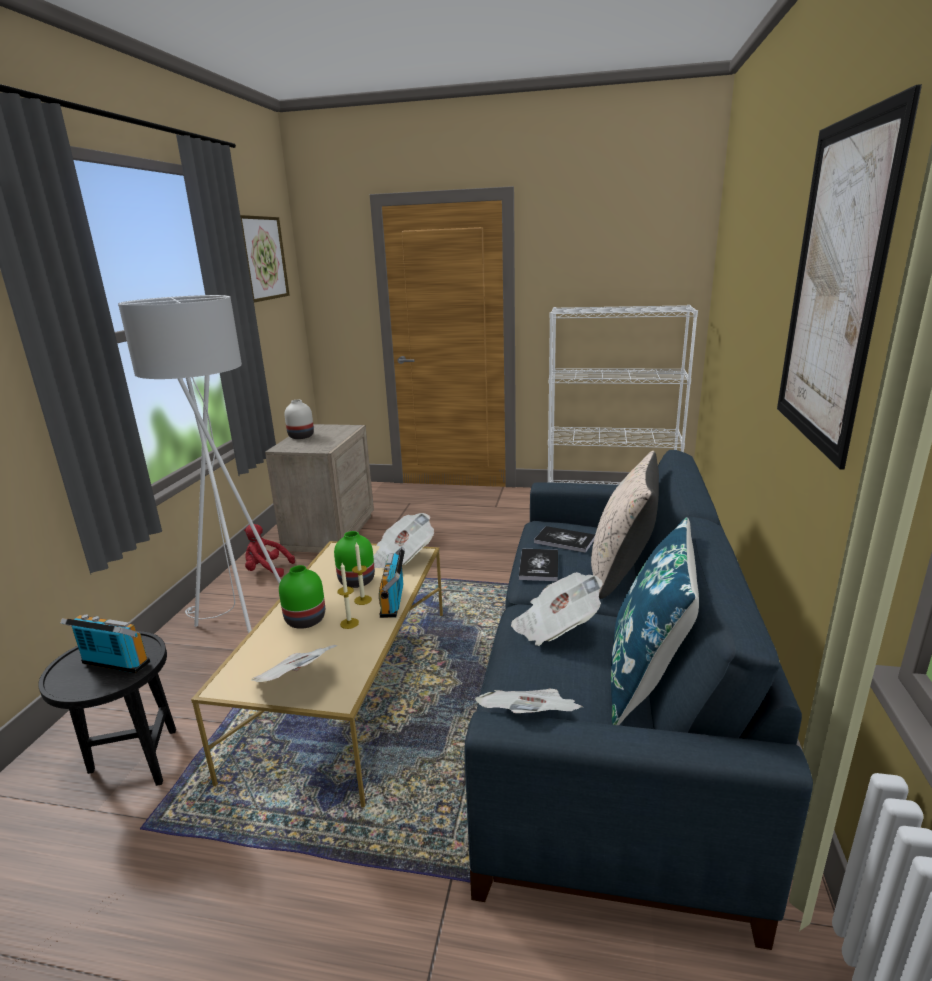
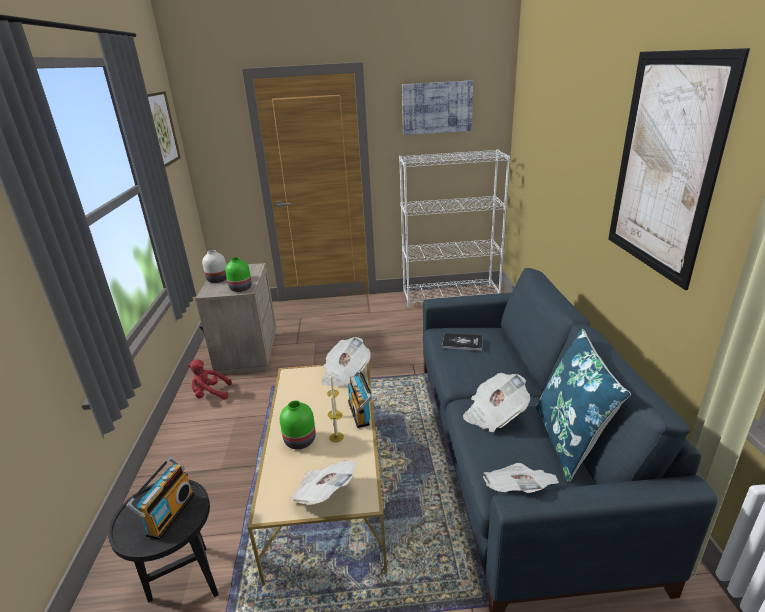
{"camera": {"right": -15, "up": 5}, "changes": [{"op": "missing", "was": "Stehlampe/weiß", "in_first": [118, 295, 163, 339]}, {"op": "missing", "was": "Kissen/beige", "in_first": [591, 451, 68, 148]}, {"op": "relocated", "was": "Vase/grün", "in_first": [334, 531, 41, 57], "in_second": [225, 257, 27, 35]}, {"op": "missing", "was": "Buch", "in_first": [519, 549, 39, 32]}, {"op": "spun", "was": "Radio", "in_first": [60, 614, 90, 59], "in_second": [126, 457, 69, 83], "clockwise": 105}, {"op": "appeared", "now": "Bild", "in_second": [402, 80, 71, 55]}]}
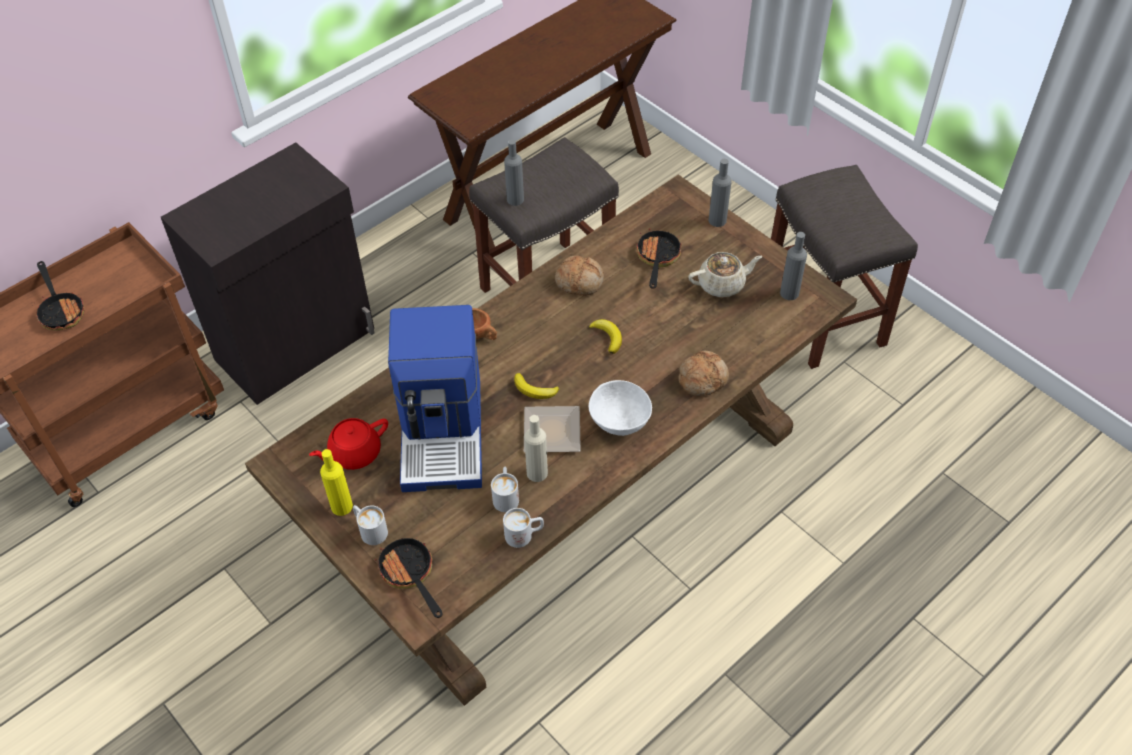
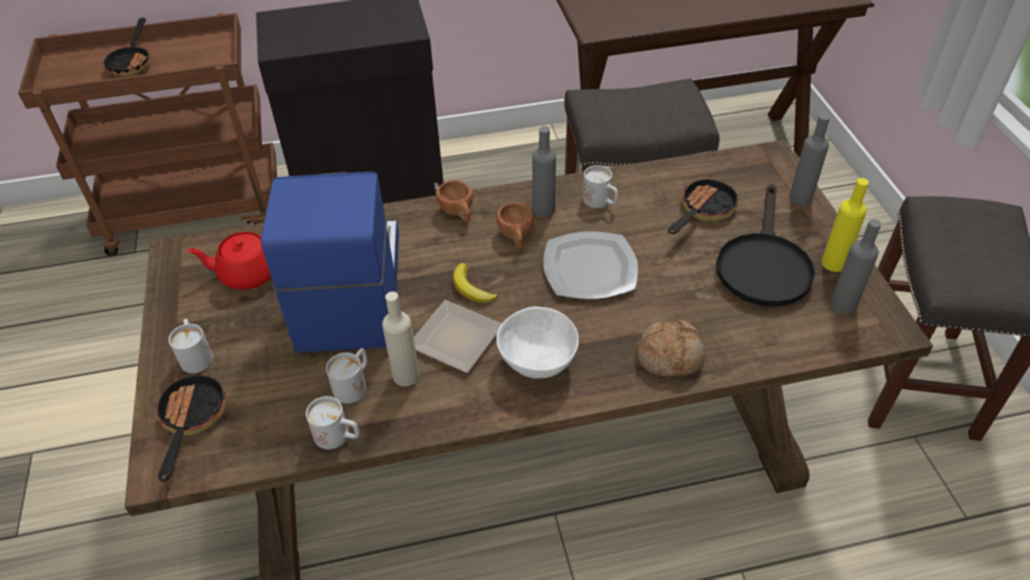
{"camera": {"right": 30, "up": -5}, "changes": [{"op": "relocated", "was": "Flasche/grau", "in_first": [504, 139, 20, 67], "in_second": [532, 126, 24, 91]}, {"op": "exchanged", "was": "Teekanne/beige", "now": "Pfanne/schwarz", "in_first": [688, 252, 75, 45], "in_second": [716, 184, 99, 122]}, {"op": "exchanged", "was": "Brot", "now": "Henkelbecher/weiß", "in_first": [555, 256, 49, 40], "in_second": [583, 165, 35, 43]}, {"op": "spun", "was": "Kaffeemaschine", "in_first": [388, 305, 94, 187], "in_second": [261, 172, 138, 181], "clockwise": 150}, {"op": "exchanged", "was": "Banane", "now": "Teller", "in_first": [589, 319, 33, 35], "in_second": [543, 231, 95, 68]}, {"op": "relocated", "was": "Flasche/gelb", "in_first": [320, 449, 33, 67], "in_second": [822, 178, 47, 94]}, {"op": "appeared", "now": "Tasse/braun", "in_second": [496, 202, 38, 47]}]}
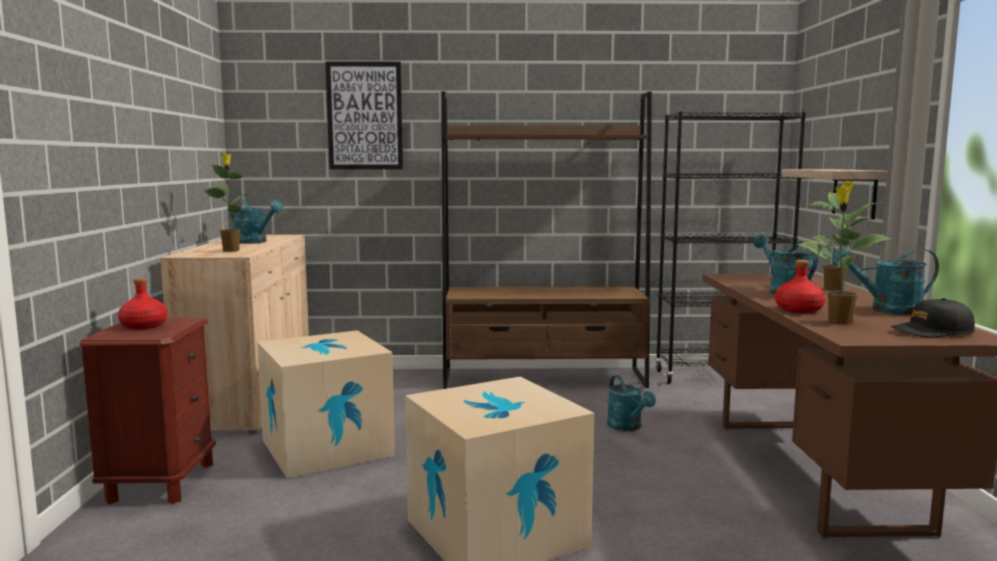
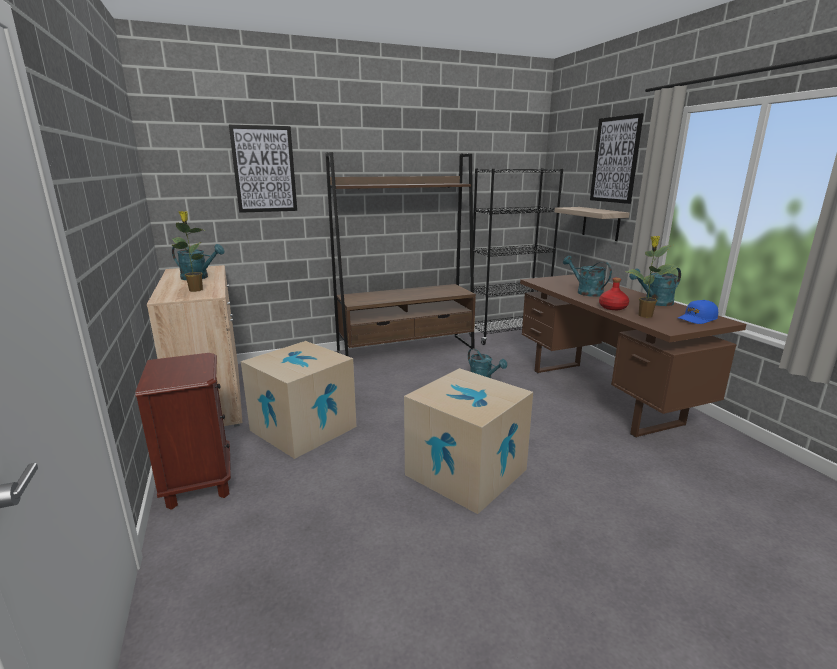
{"camera": {"right": -20, "up": 10}, "changes": [{"op": "missing", "was": "Topfpflanze", "in_first": [810, 181, 62, 110]}, {"op": "missing", "was": "Flasche/rot", "in_first": [118, 278, 49, 51]}, {"op": "colour", "was": "Kappe/schwarz", "now": "Kappe/blau", "in_first": [891, 298, 84, 40], "in_second": [678, 300, 40, 24]}, {"op": "appeared", "now": "Bild", "in_second": [590, 113, 54, 91]}]}
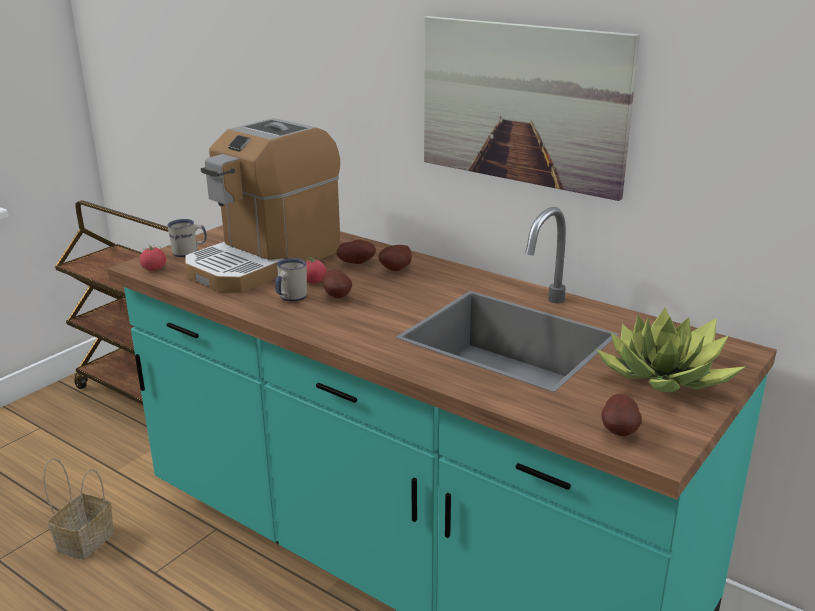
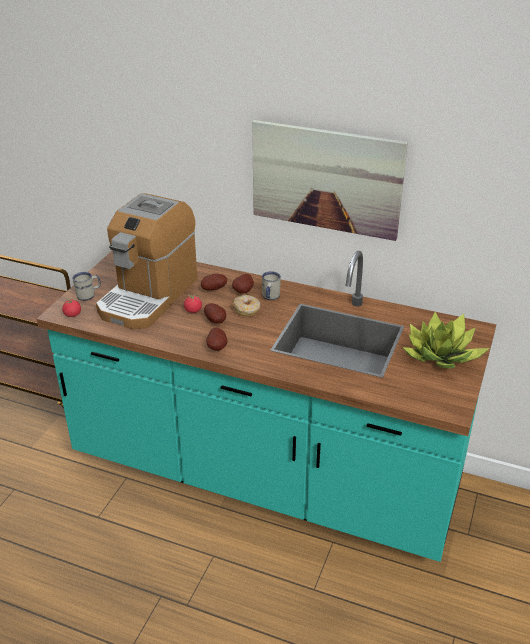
{"camera": {"right": -15, "up": 10}, "changes": [{"op": "relocated", "was": "Henkelbecher/weiß", "in_first": [275, 258, 32, 44], "in_second": [262, 271, 19, 29]}, {"op": "relocated", "was": "Kartoffel", "in_first": [601, 394, 41, 42], "in_second": [206, 327, 22, 24]}, {"op": "missing", "was": "Korb", "in_first": [43, 458, 71, 102]}, {"op": "appeared", "now": "Donut", "in_second": [233, 295, 27, 21]}]}
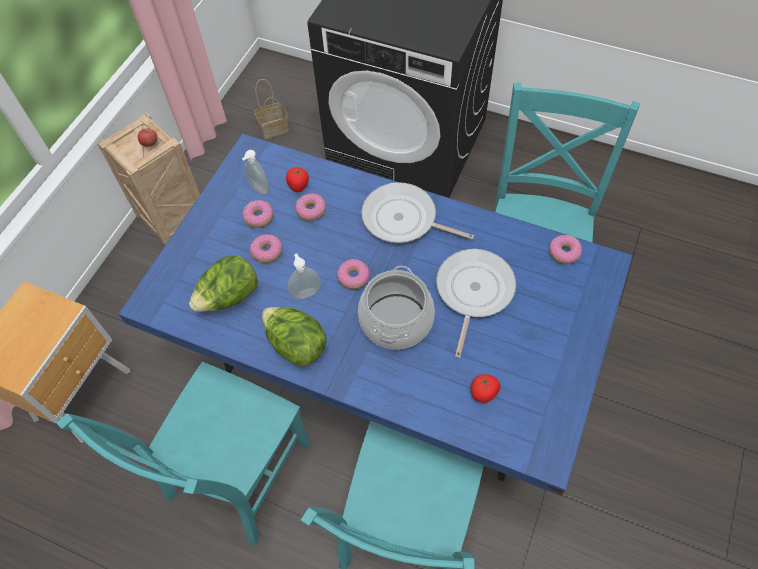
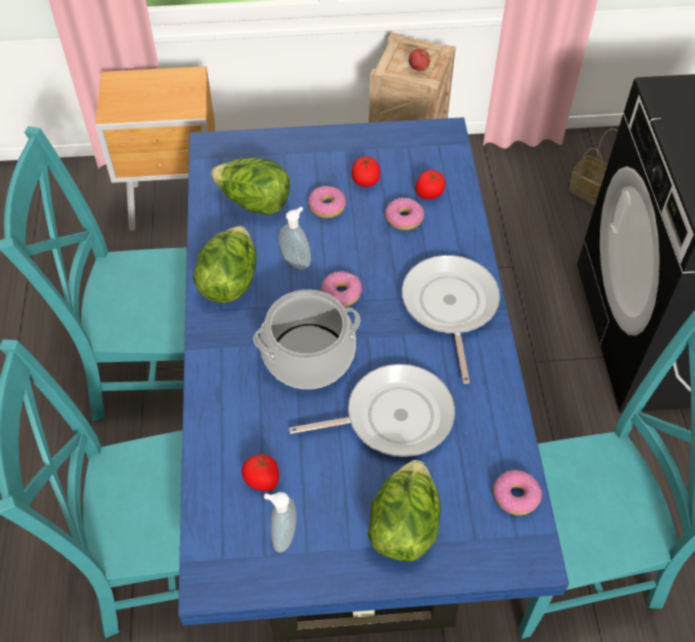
{"camera": {"right": 60, "up": -5}, "changes": [{"op": "relocated", "was": "Seifenspender", "in_first": [242, 150, 27, 45], "in_second": [264, 492, 32, 61]}, {"op": "exchanged", "was": "Donut", "now": "Tomate", "in_first": [242, 200, 31, 28], "in_second": [352, 157, 28, 30]}, {"op": "appeared", "now": "Salatkopf", "in_second": [367, 460, 74, 101]}]}
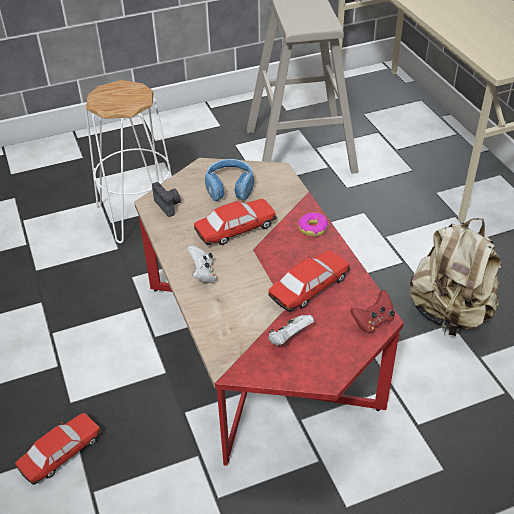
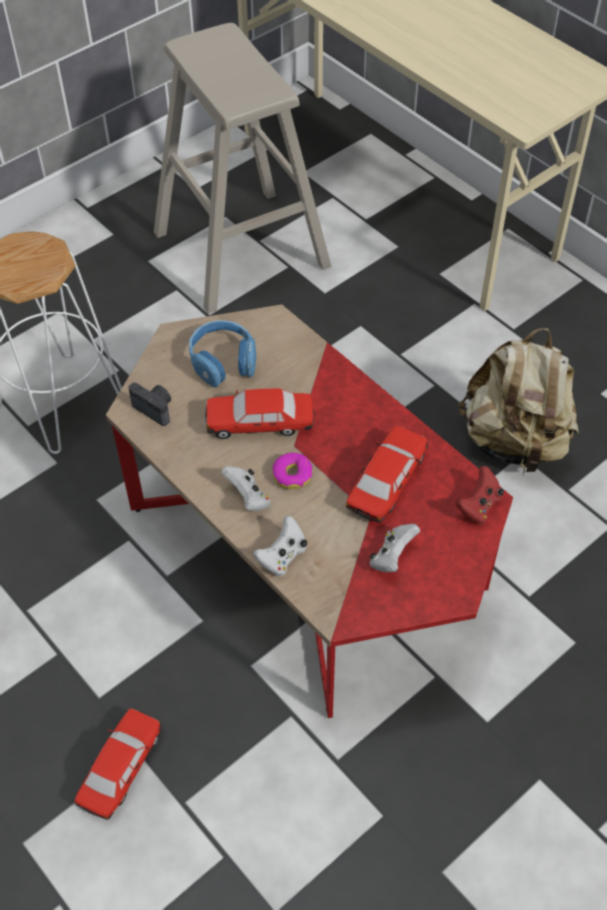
{"camera": {"right": -20, "up": 10}, "changes": [{"op": "spun", "was": "Spielzeugauto", "in_first": [194, 199, 82, 46], "in_second": [205, 388, 109, 51], "clockwise": -135}, {"op": "relocated", "was": "Donut", "in_first": [299, 213, 29, 23], "in_second": [272, 453, 40, 36]}, {"op": "appeared", "now": "Gamepad/weiß", "in_second": [253, 516, 54, 60]}]}
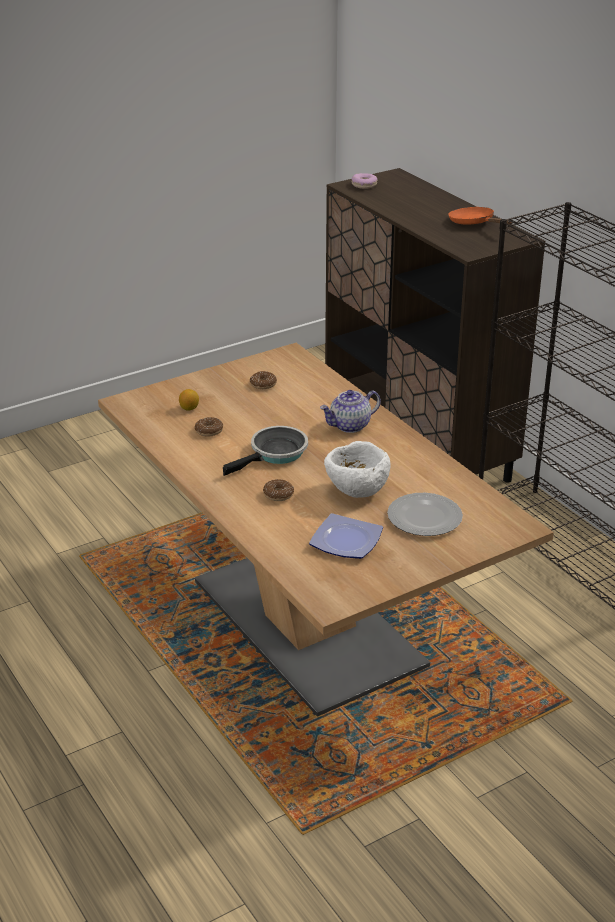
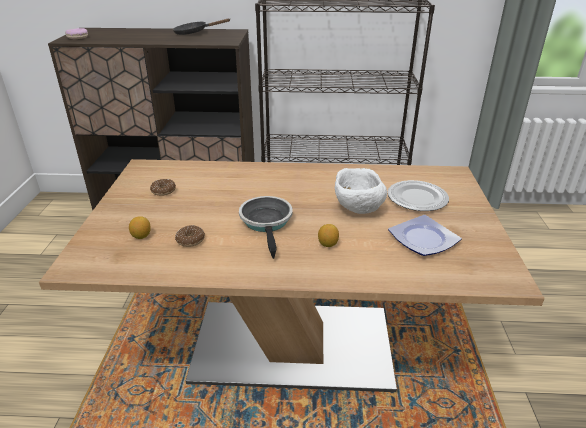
{"camera": {"right": -55, "up": 0}, "changes": [{"op": "colour", "was": "Pfanne/orange", "now": "Pfanne/schwarz", "in_first": [448, 207, 65, 17], "in_second": [173, 18, 57, 17]}, {"op": "missing", "was": "Teekanne", "in_first": [320, 390, 61, 43]}, {"op": "exchanged", "was": "Donut", "now": "Zitrone", "in_first": [263, 479, 31, 22], "in_second": [318, 224, 21, 23]}]}
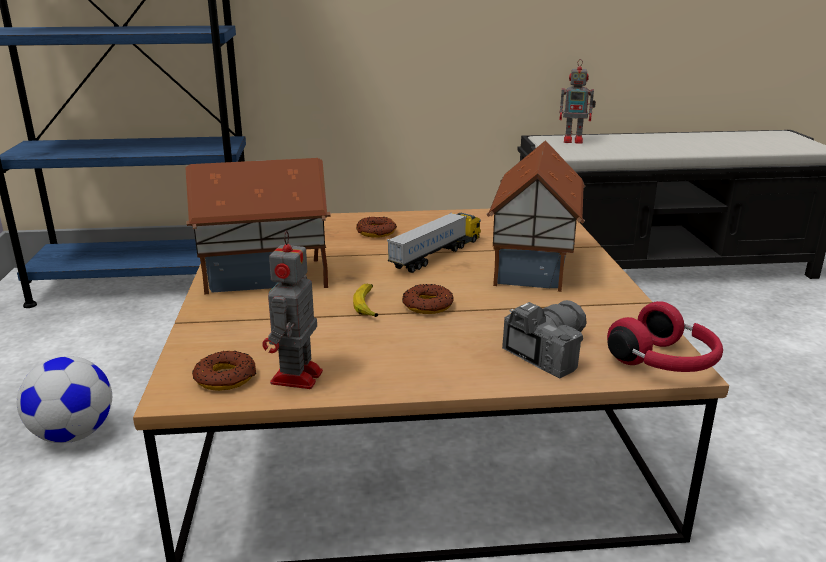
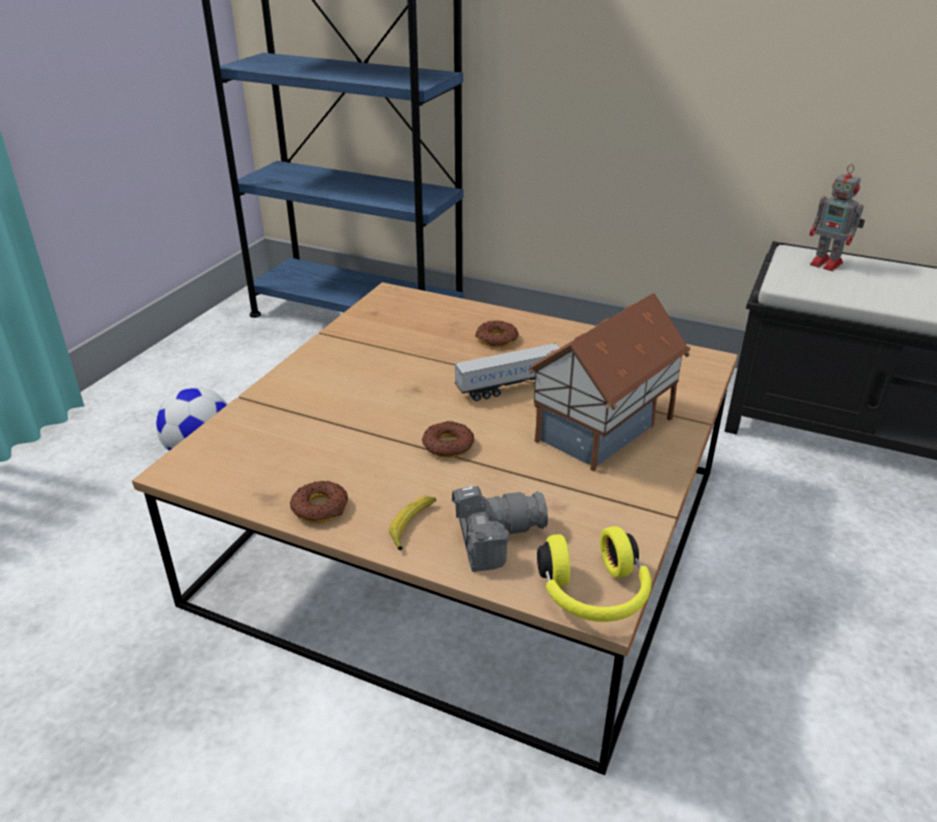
{"camera": {"right": 30, "up": 10}, "changes": [{"op": "missing", "was": "Spielzeughaus", "in_first": [185, 158, 146, 137]}, {"op": "missing", "was": "Spielzeugroboter", "in_first": [262, 231, 61, 158]}, {"op": "relocated", "was": "Banane", "in_first": [353, 284, 25, 33], "in_second": [389, 496, 47, 54]}, {"op": "colour", "was": "Kopfhörer/rot", "now": "Kopfhörer/gelb", "in_first": [607, 301, 116, 71], "in_second": [537, 526, 114, 96]}, {"op": "relocated", "was": "Donut", "in_first": [192, 351, 64, 40], "in_second": [290, 481, 58, 42]}]}
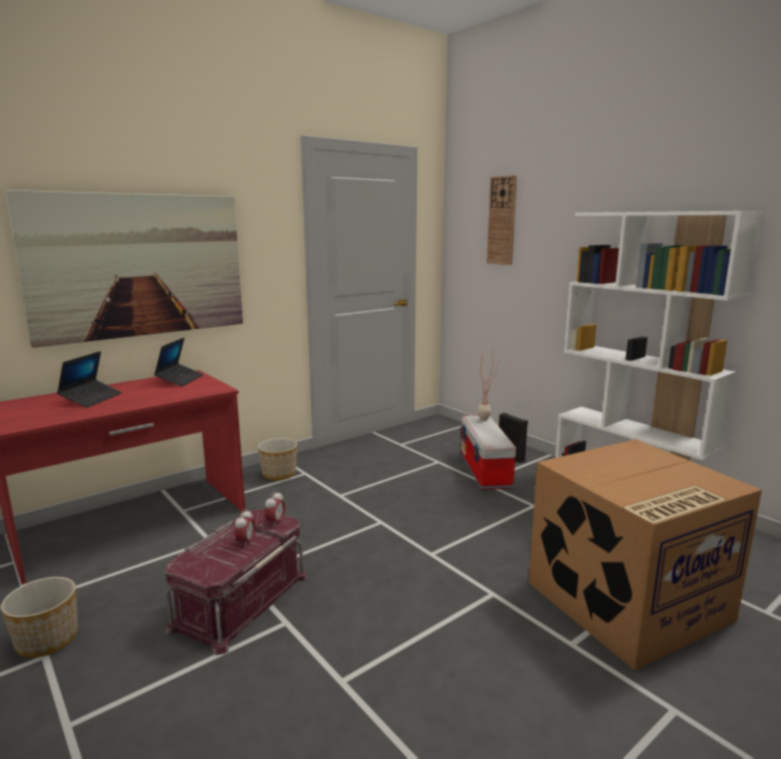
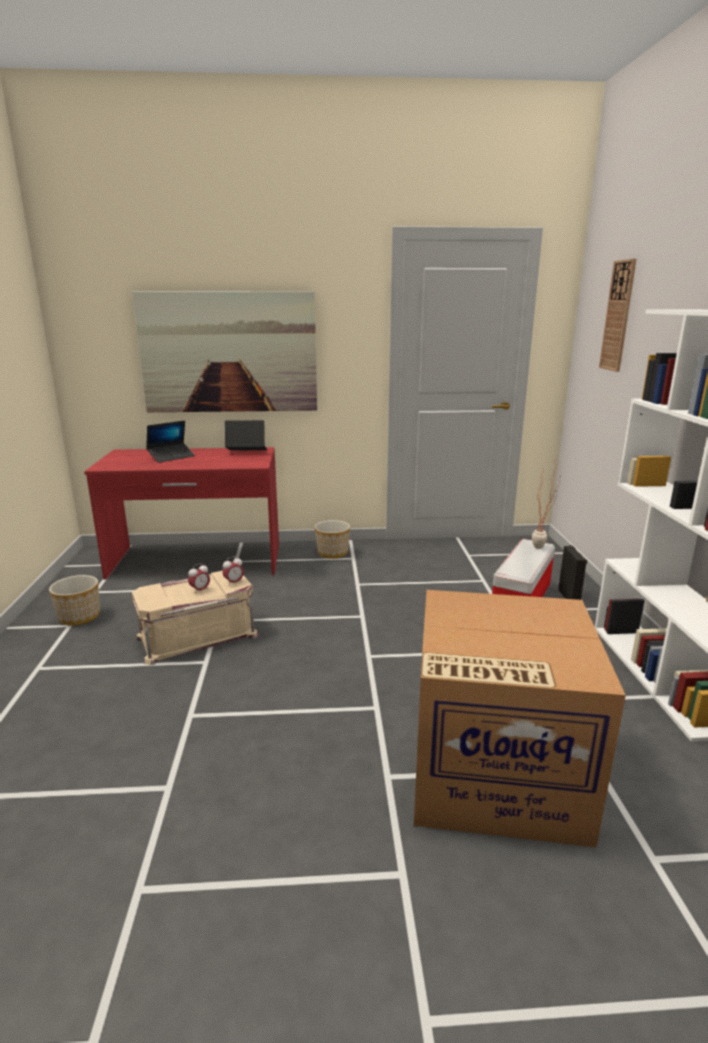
{"camera": {"right": 35, "up": 5}, "changes": [{"op": "spun", "was": "Laptop", "in_first": [154, 338, 49, 49], "in_second": [225, 420, 42, 31], "clockwise": -135}, {"op": "colour", "was": "Aufbewahrungsbox/rot", "now": "Aufbewahrungsbox/beige", "in_first": [165, 509, 143, 146], "in_second": [132, 571, 127, 94]}]}
